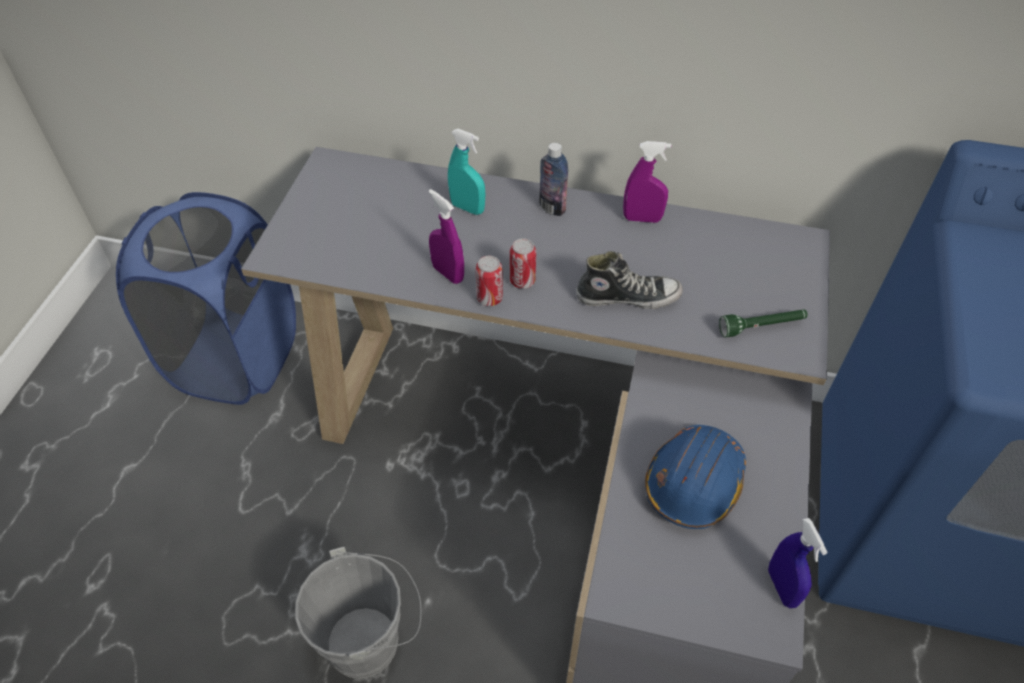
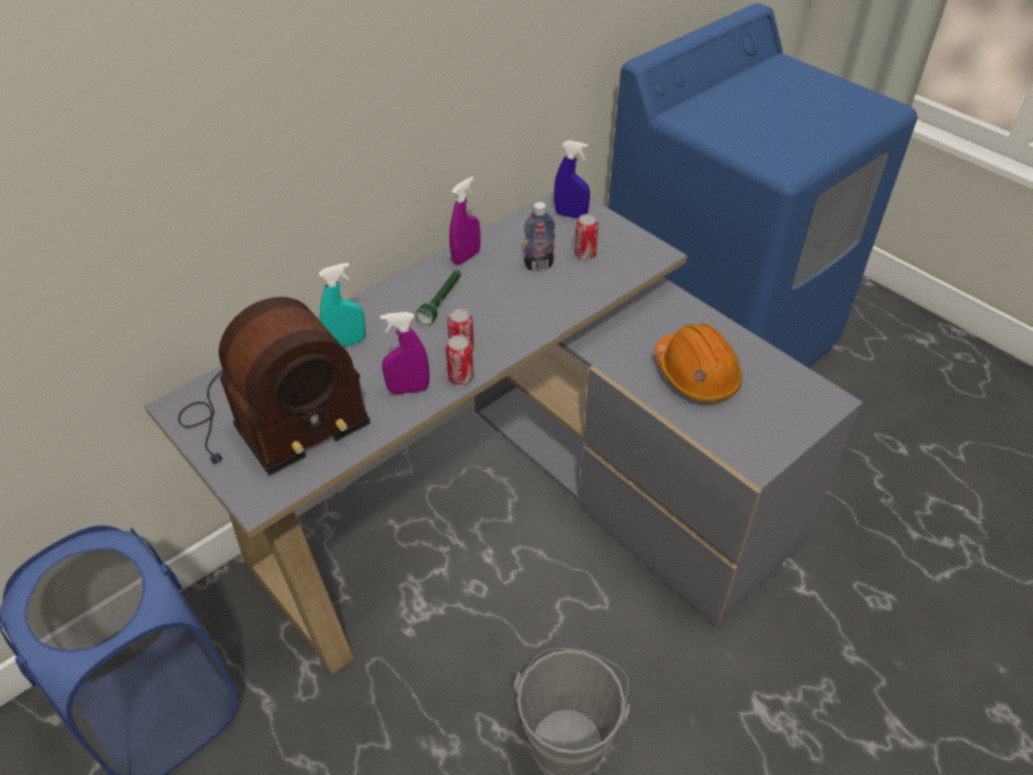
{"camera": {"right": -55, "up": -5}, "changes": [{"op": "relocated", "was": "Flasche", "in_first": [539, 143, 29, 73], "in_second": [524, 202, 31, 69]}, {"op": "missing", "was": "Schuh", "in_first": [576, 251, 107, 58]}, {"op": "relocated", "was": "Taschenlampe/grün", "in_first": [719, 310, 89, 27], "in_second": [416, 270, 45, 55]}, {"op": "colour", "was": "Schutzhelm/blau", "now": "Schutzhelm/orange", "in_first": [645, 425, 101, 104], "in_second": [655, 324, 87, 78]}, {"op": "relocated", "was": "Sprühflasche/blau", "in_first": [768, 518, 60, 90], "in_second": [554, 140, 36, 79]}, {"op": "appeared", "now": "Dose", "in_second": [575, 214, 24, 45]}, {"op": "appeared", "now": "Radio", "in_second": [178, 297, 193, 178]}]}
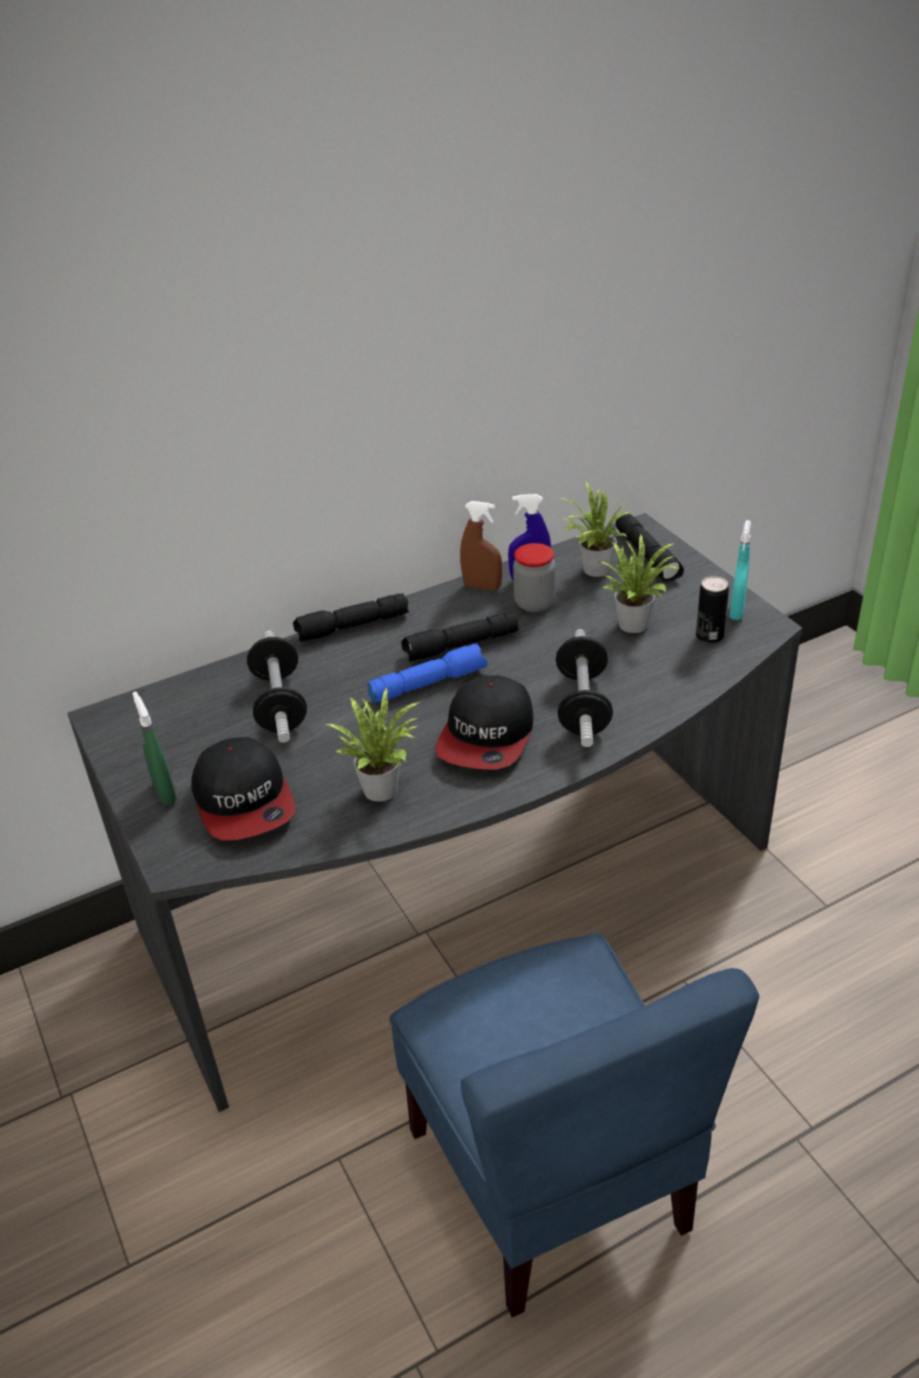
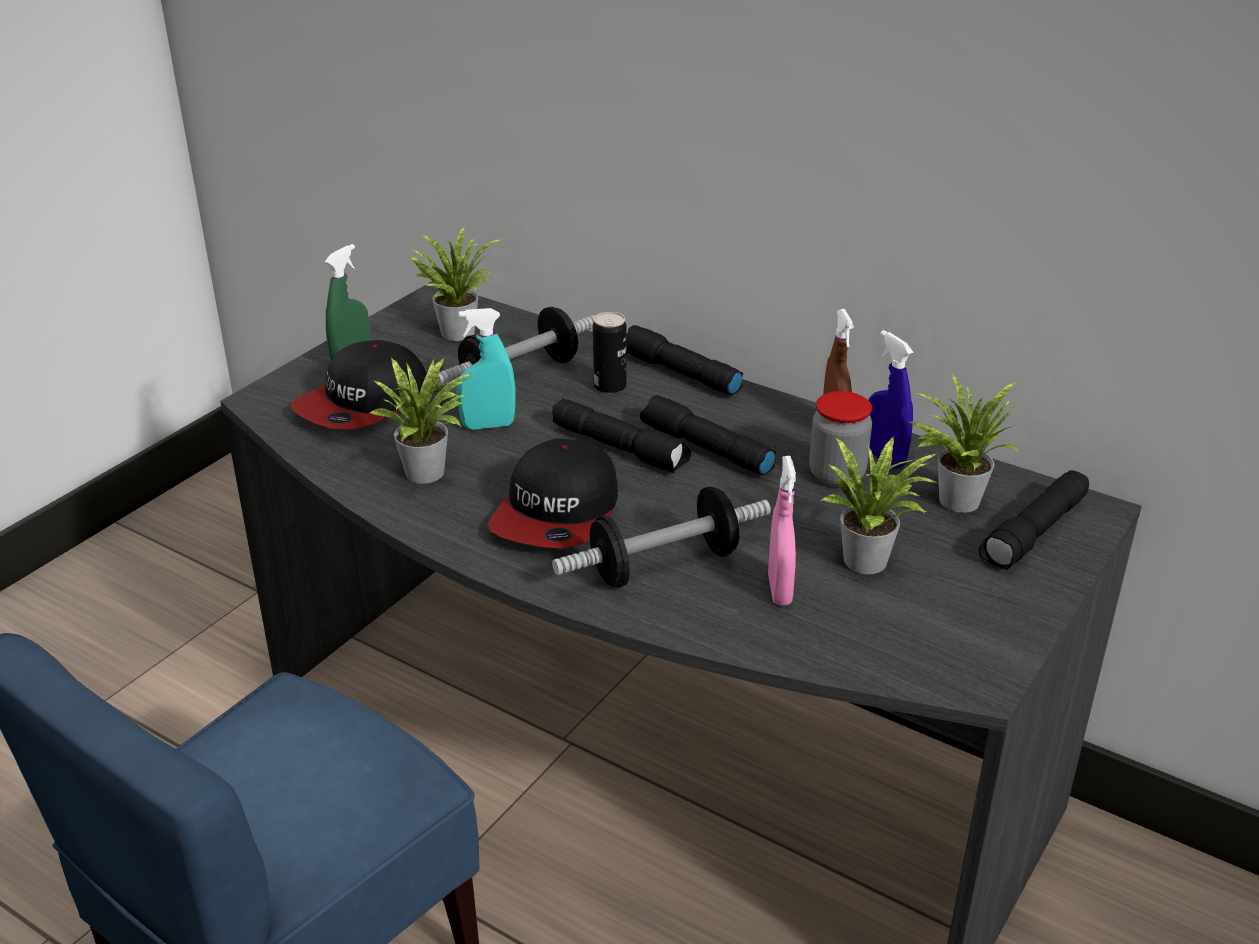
{"camera": {"right": 60, "up": -5}, "changes": [{"op": "relocated", "was": "Sprühflasche/türkis", "in_first": [730, 520, 21, 100], "in_second": [457, 308, 59, 122]}, {"op": "relocated", "was": "Dose", "in_first": [696, 576, 33, 67], "in_second": [593, 312, 34, 82]}, {"op": "colour", "was": "Taschenlampe/blau", "now": "Taschenlampe/schwarz", "in_first": [367, 644, 120, 59], "in_second": [552, 399, 139, 74]}, {"op": "spun", "was": "Kappe", "in_first": [435, 675, 98, 95], "in_second": [488, 439, 130, 110], "clockwise": -60}, {"op": "appeared", "now": "Topfpflanze", "in_second": [409, 227, 94, 114]}, {"op": "appeared", "now": "Sprühflasche/rosa", "in_second": [768, 456, 28, 150]}]}
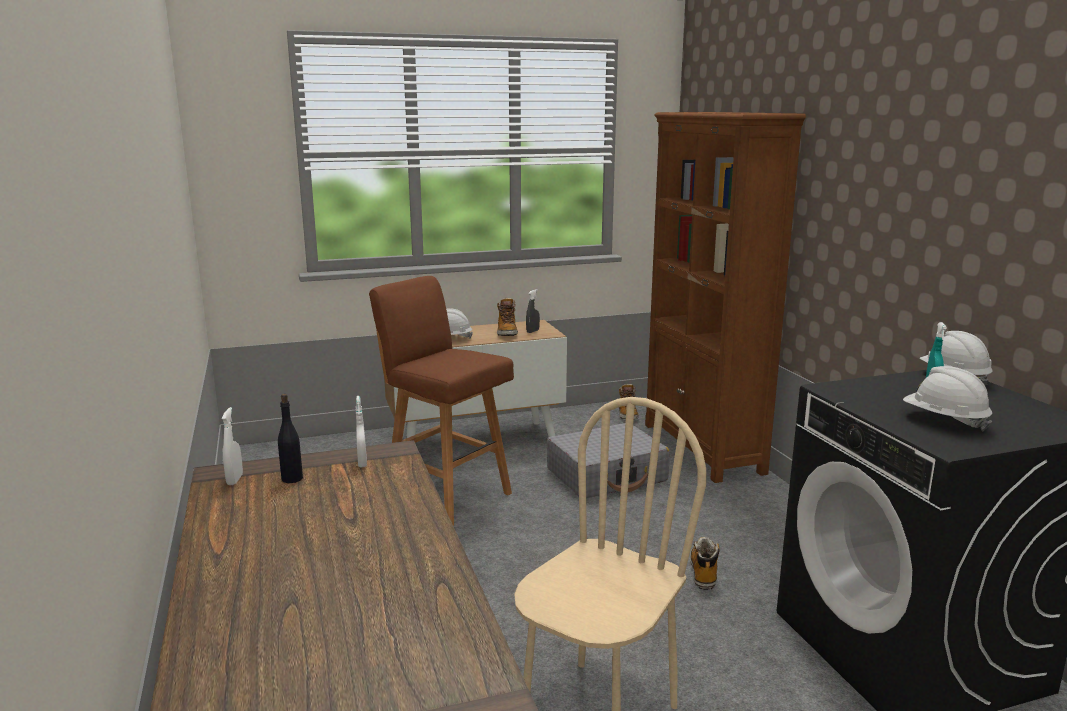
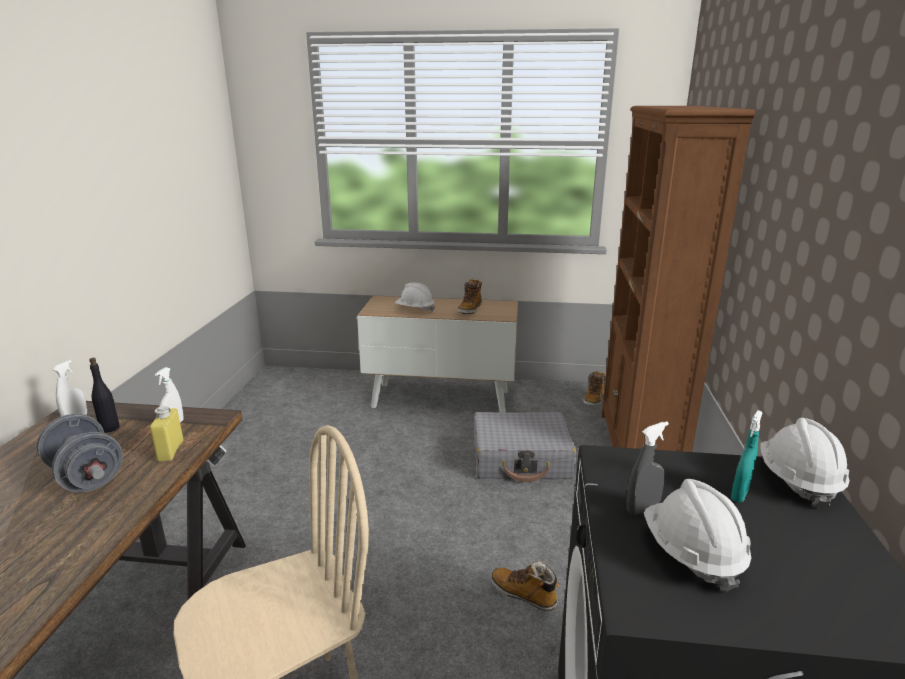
{"camera": {"right": 25, "up": 5}, "changes": [{"op": "missing", "was": "Hocker/braun", "in_first": [369, 276, 145, 250]}, {"op": "relocated", "was": "Sprühflasche/grau", "in_first": [526, 289, 14, 44], "in_second": [627, 421, 42, 94]}, {"op": "spun", "was": "Stiefel", "in_first": [690, 537, 30, 53], "in_second": [490, 560, 69, 52], "clockwise": -90}, {"op": "appeared", "now": "Flasche/gelb", "in_second": [150, 406, 34, 55]}, {"op": "appeared", "now": "Hantel/grau", "in_second": [37, 414, 86, 78]}]}
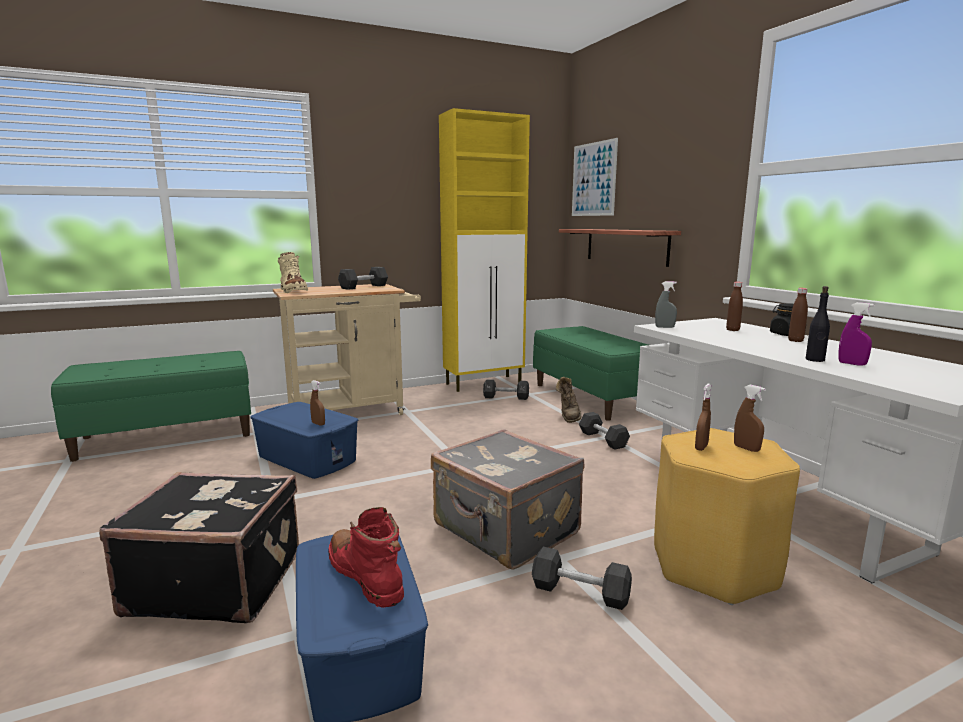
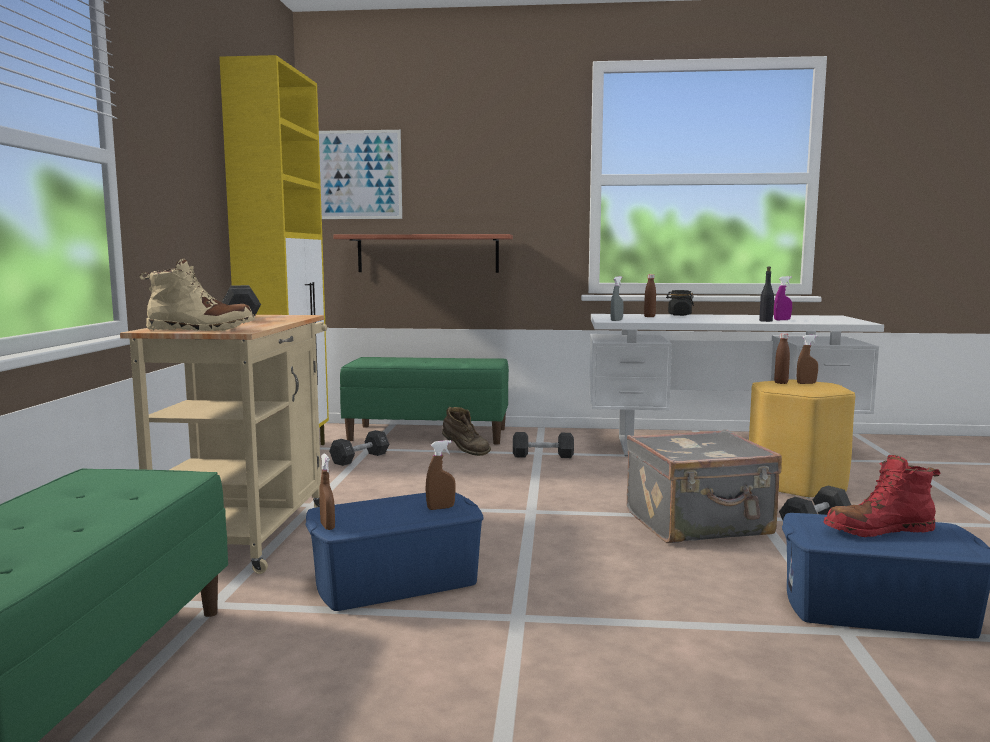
{"camera": {"right": -60, "up": -5}, "changes": [{"op": "relocated", "was": "Flasche/braun", "in_first": [788, 288, 20, 54], "in_second": [774, 333, 16, 51]}, {"op": "relocated", "was": "Sprühflasche/braun", "in_first": [695, 384, 16, 67], "in_second": [319, 454, 16, 76]}, {"op": "missing", "was": "Koffer/schwarz", "in_first": [99, 472, 200, 151]}]}
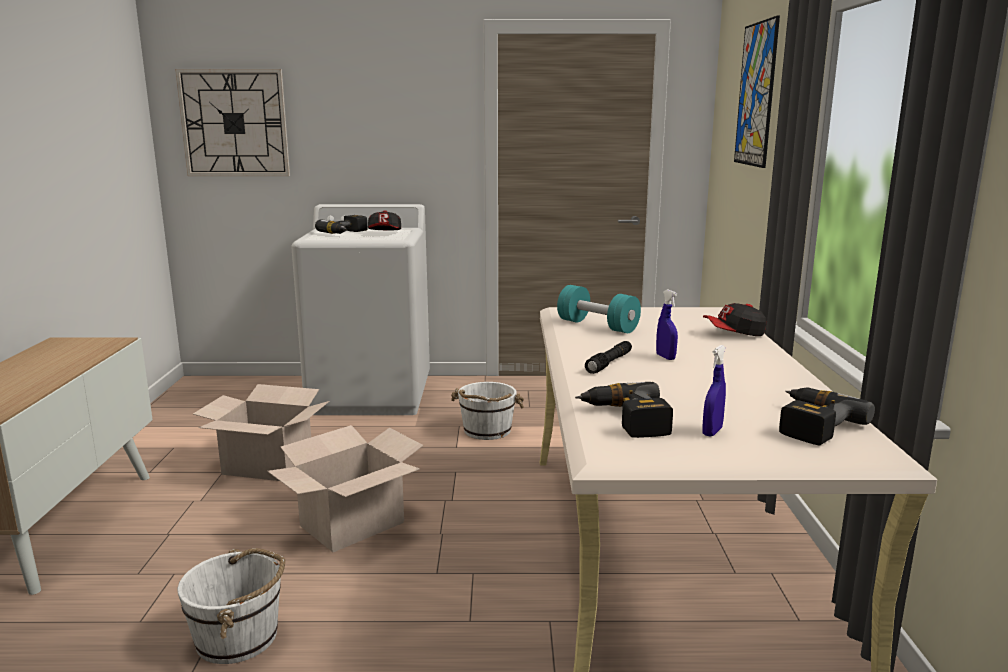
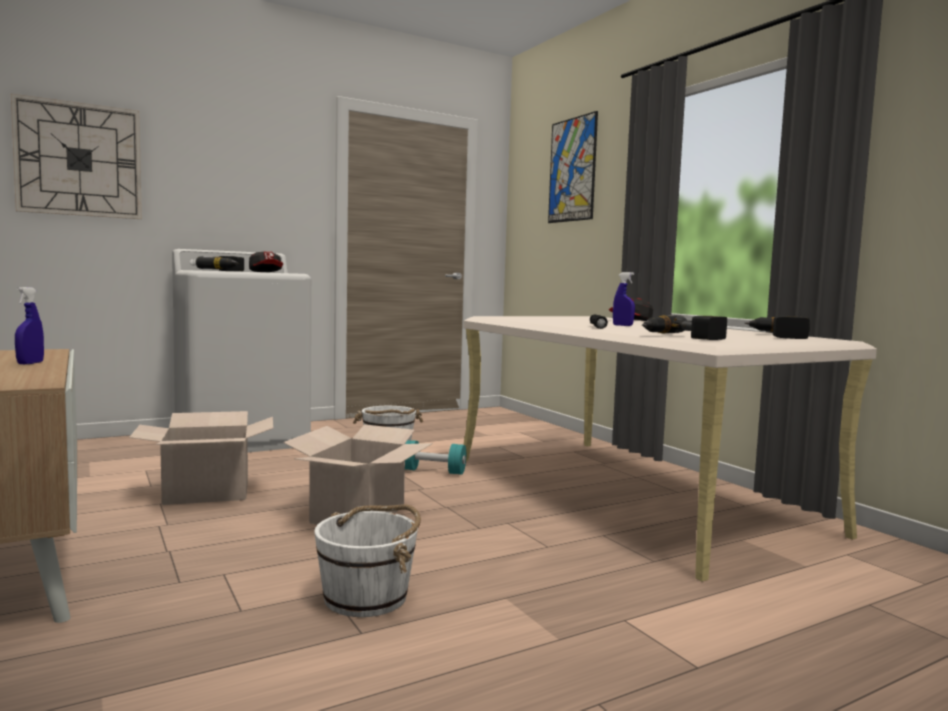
{"camera": {"right": -30, "up": -10}, "changes": [{"op": "relocated", "was": "Hantel/türkis", "in_first": [557, 285, 84, 48], "in_second": [405, 440, 61, 35]}, {"op": "relocated", "was": "Sprühflasche/blau", "in_first": [702, 345, 24, 92], "in_second": [15, 287, 29, 77]}]}
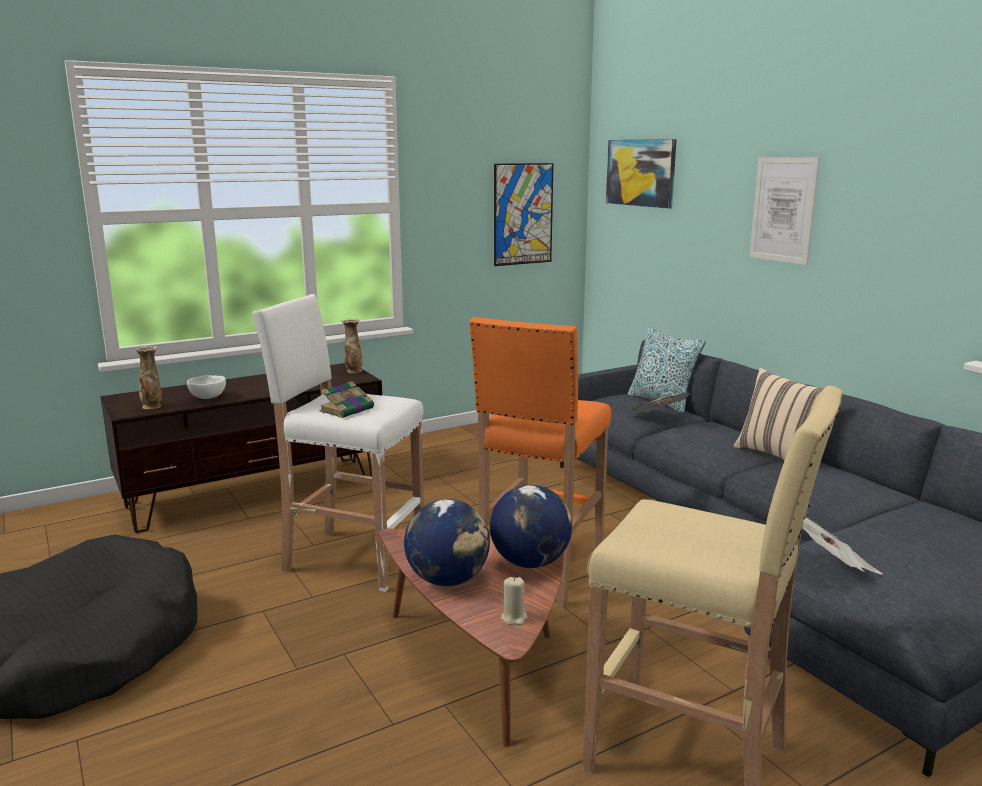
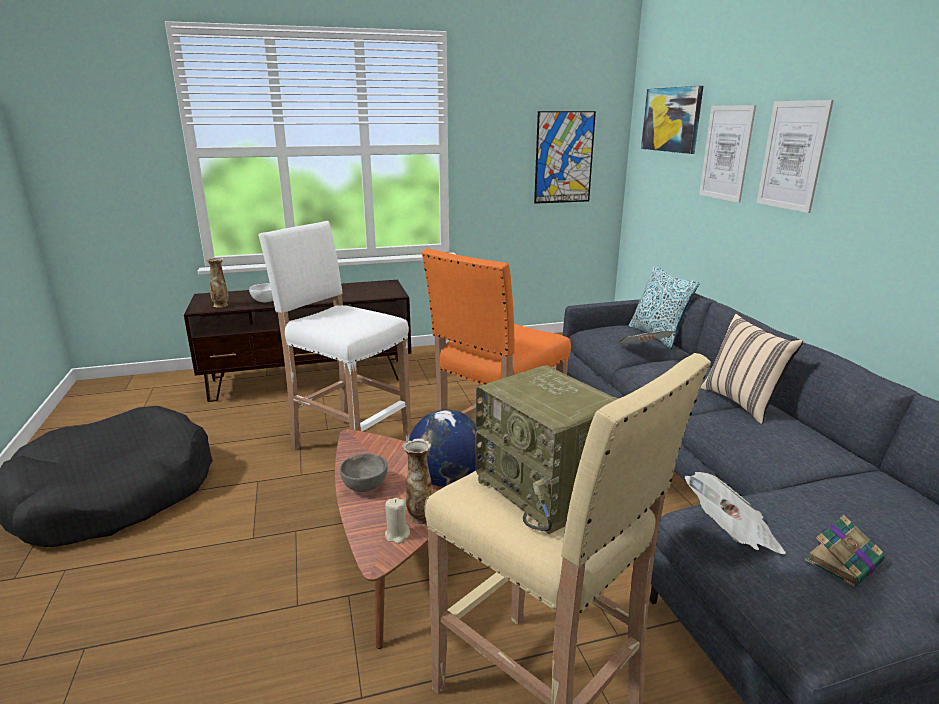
{"camera": {"right": 15, "up": 5}, "changes": [{"op": "relocated", "was": "Vase", "in_first": [342, 319, 21, 54], "in_second": [403, 438, 31, 87]}, {"op": "relocated", "was": "Buch", "in_first": [320, 381, 54, 37], "in_second": [805, 515, 79, 72]}, {"op": "exchanged", "was": "Globus", "now": "Schüssel/grau", "in_first": [404, 499, 86, 87], "in_second": [340, 453, 47, 39]}, {"op": "appeared", "now": "Bild", "in_second": [699, 105, 57, 98]}, {"op": "appeared", "now": "Radio", "in_second": [476, 365, 143, 169]}]}
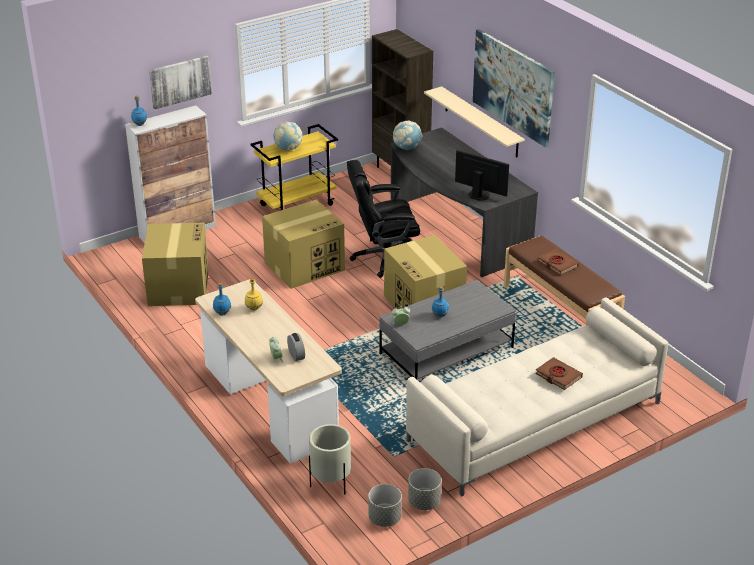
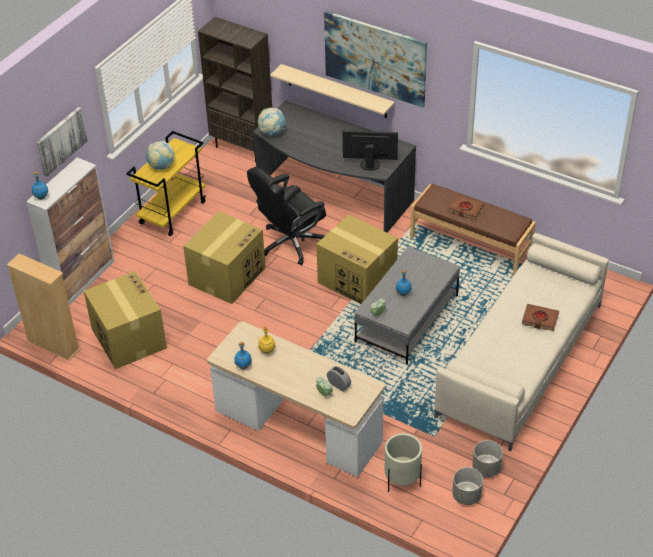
{"camera": {"right": -25, "up": 10}, "changes": [{"op": "appeared", "now": "Bücherregal/beige", "in_second": [7, 253, 74, 107]}]}
